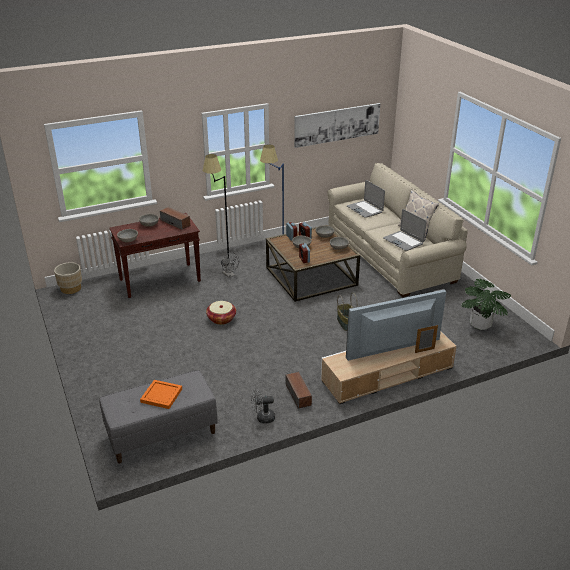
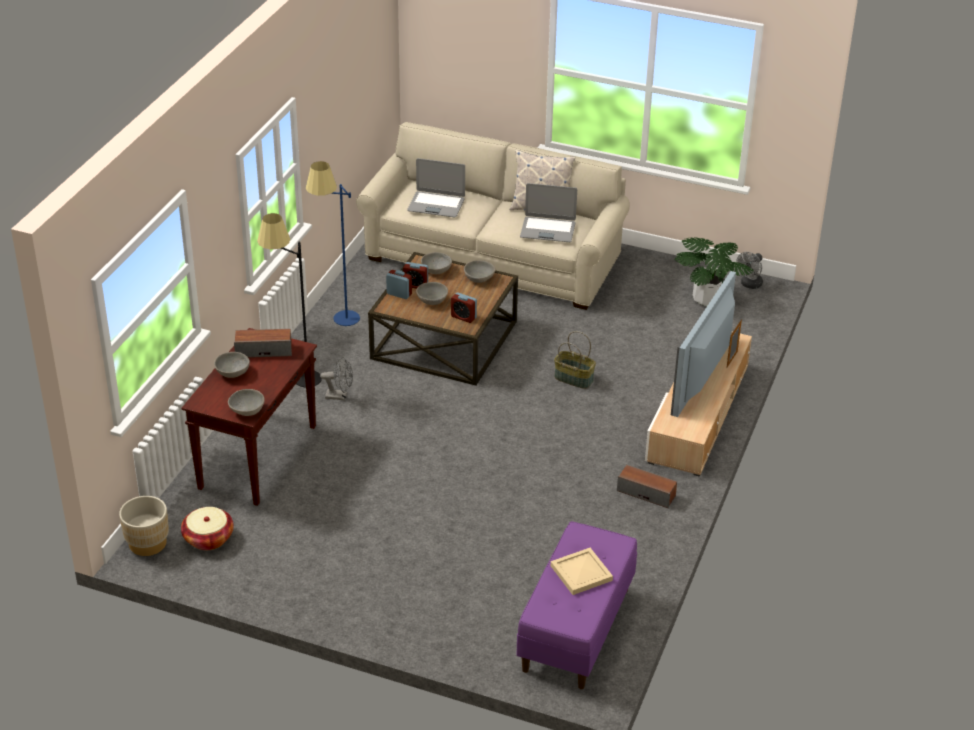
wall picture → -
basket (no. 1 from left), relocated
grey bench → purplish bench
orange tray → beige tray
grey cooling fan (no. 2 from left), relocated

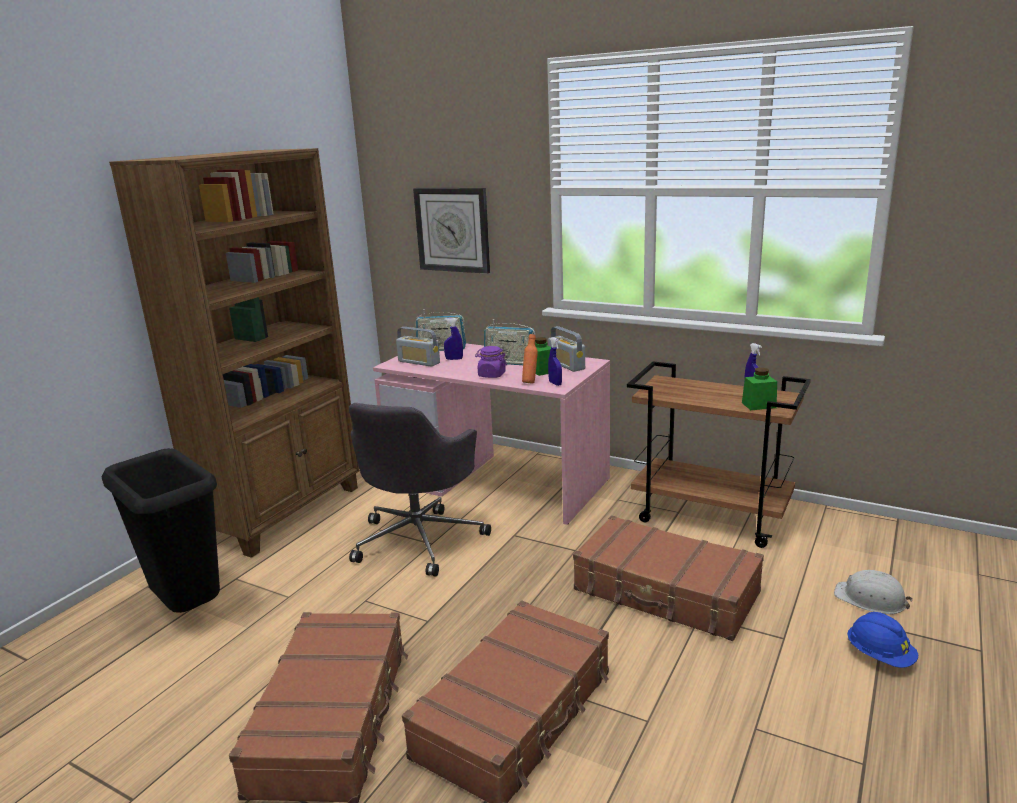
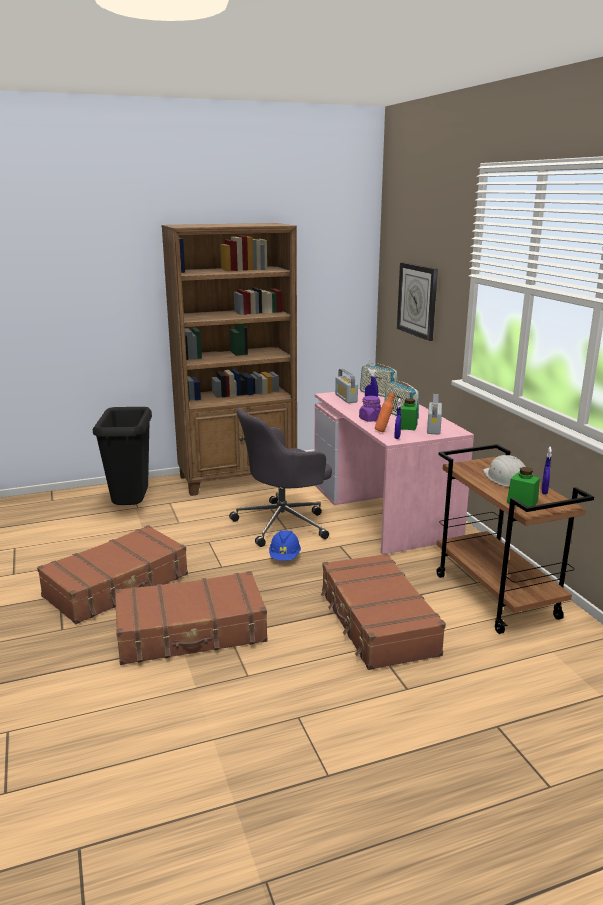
white hard hat, relocated
bluish hard hat, relocated

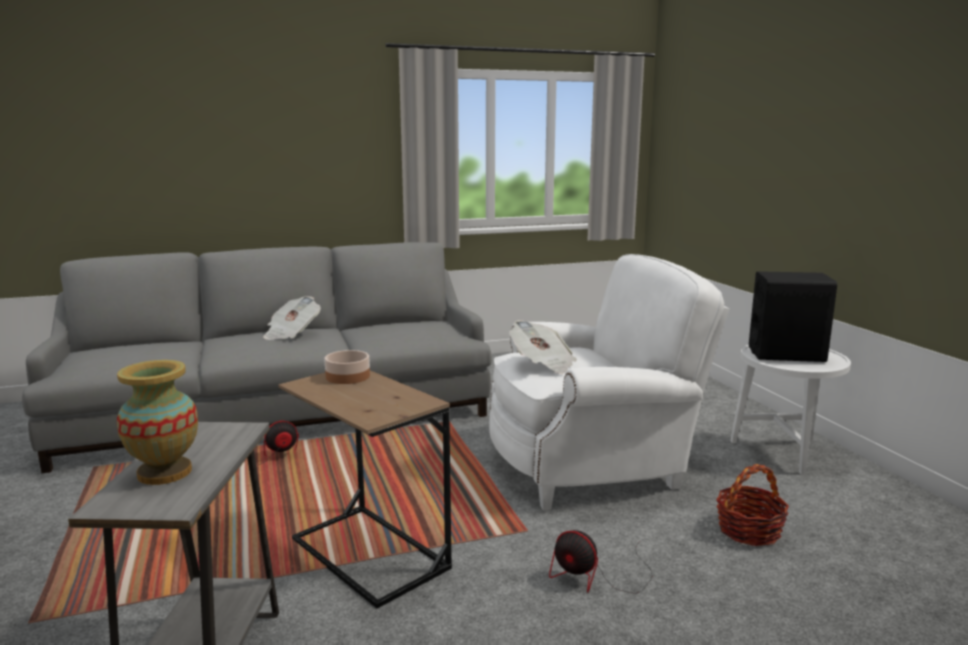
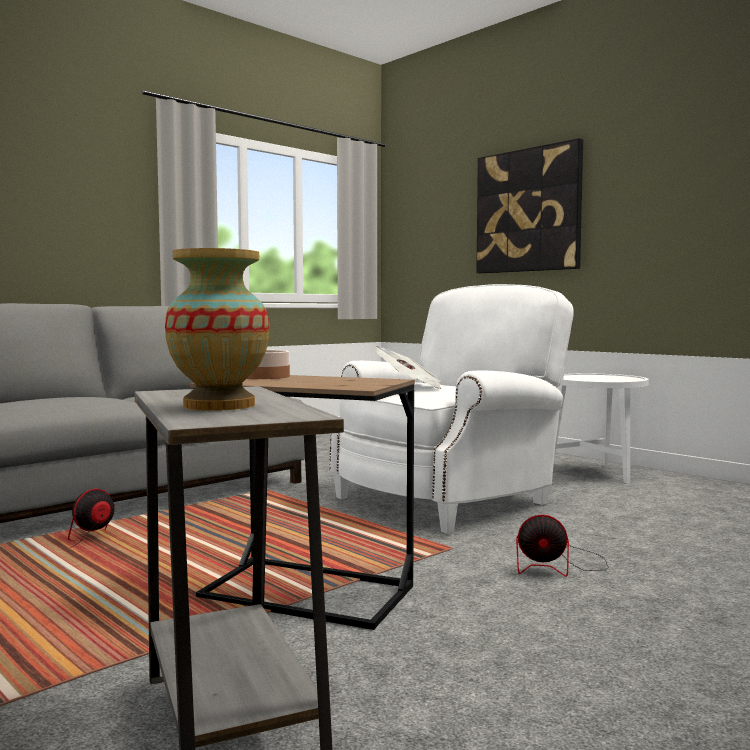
black speaker → -
printed paper (no. 1 from left) → -
basket → -
- → wall picture

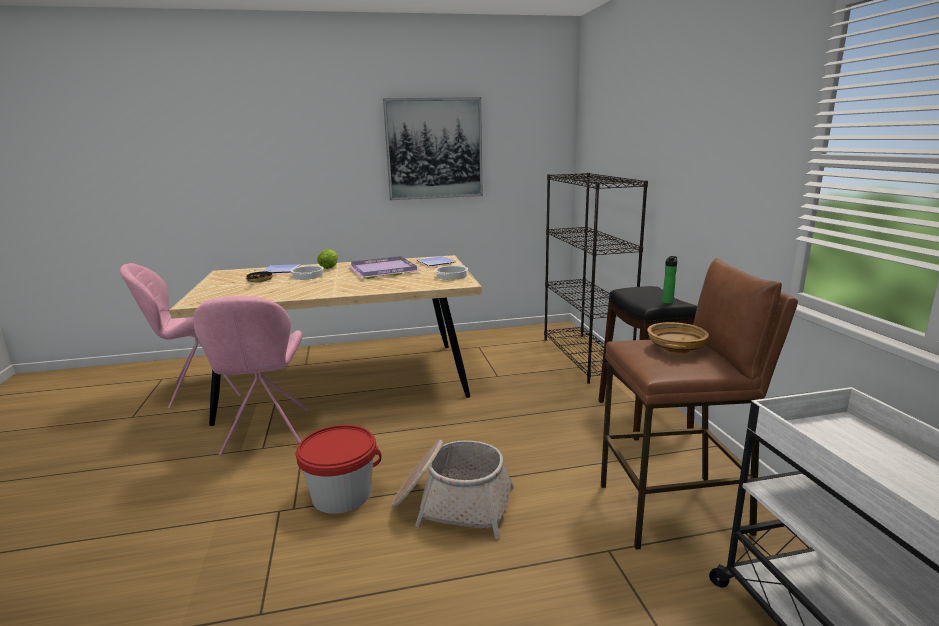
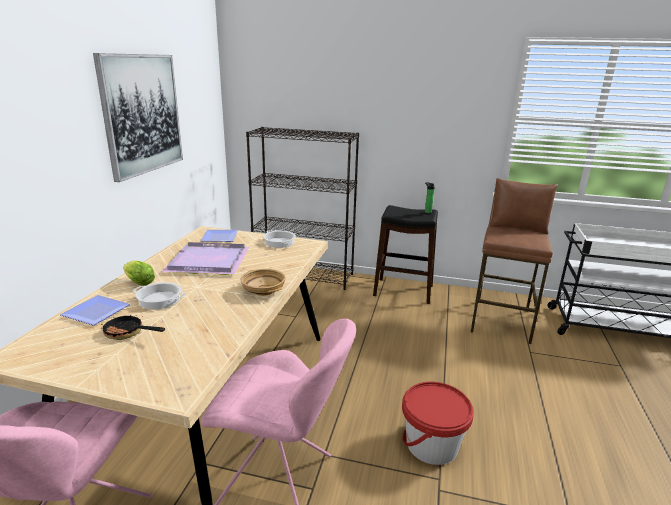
beige serving bowl, relocated
basket → -

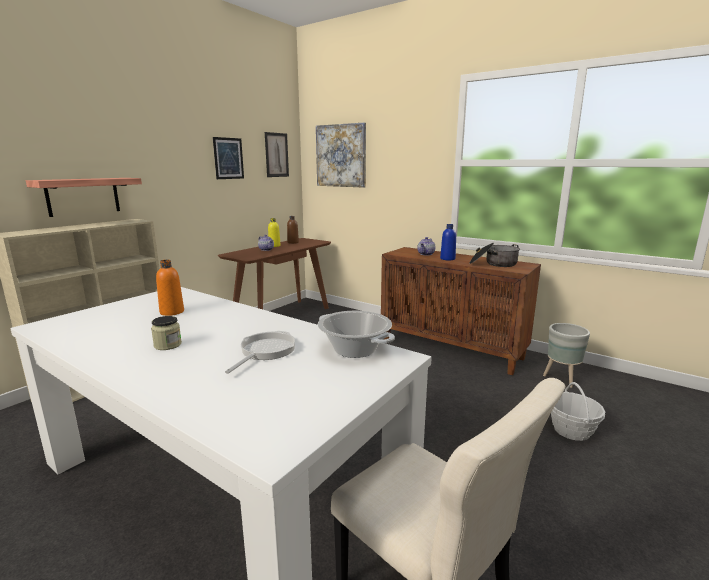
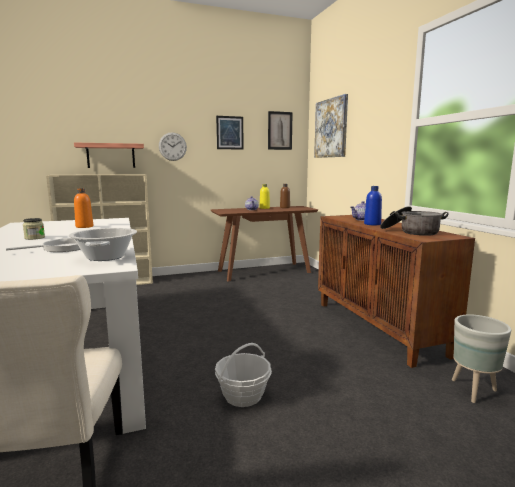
basket, relocated
- → hanging clock

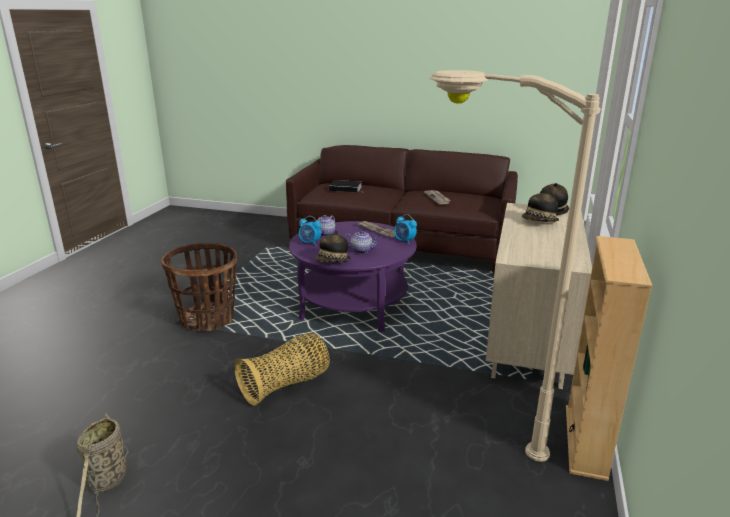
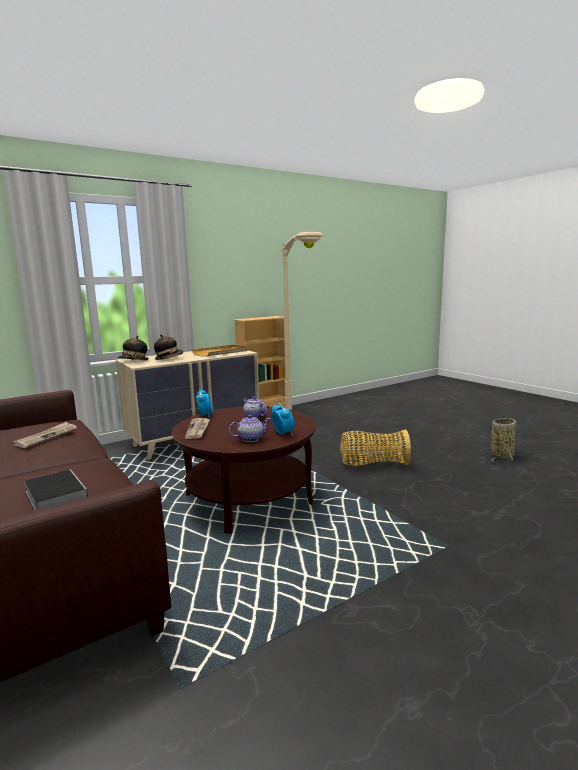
purplish coffee table → brownish coffee table
hat (no. 1 from left) → -
basket (no. 2 from left) → -
- → beige tray

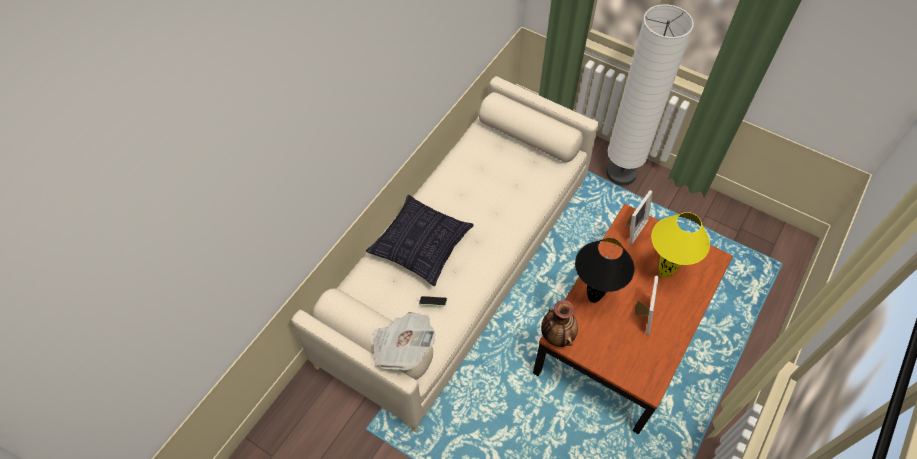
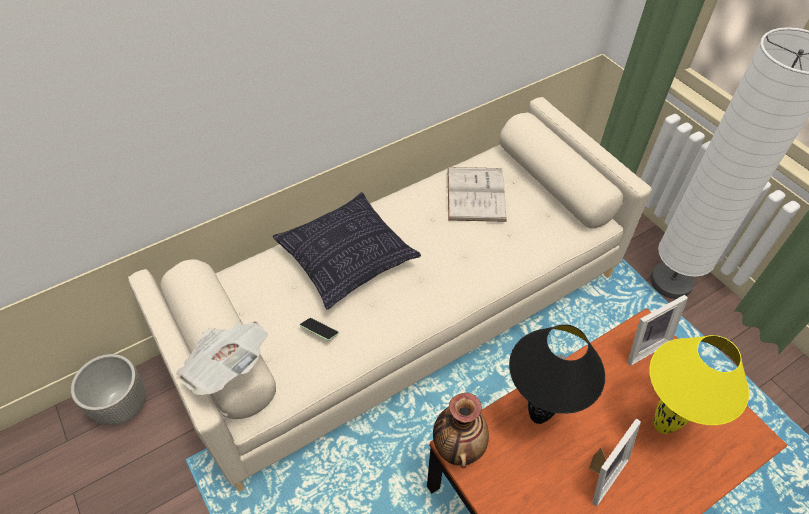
- → white bound book
- → plant pot

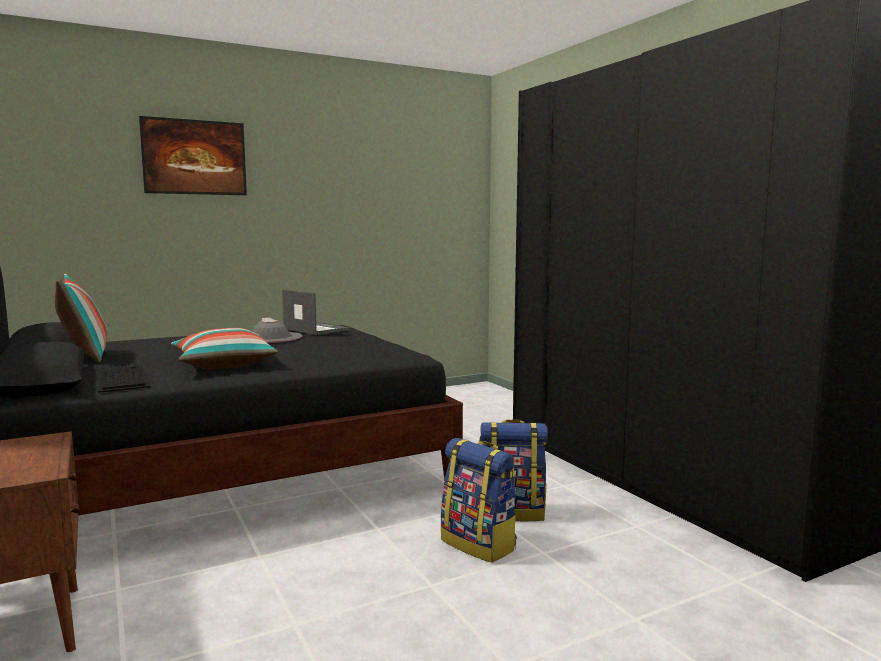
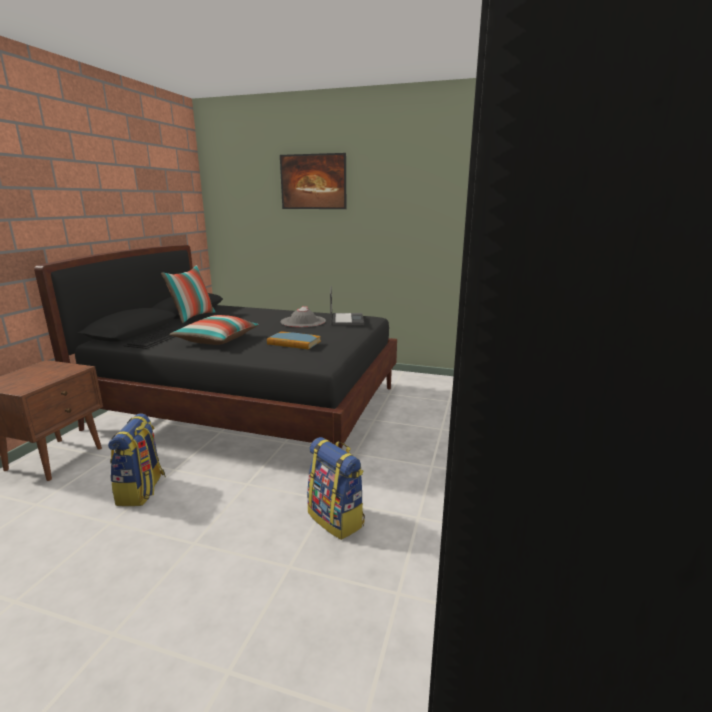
backpack (no. 1 from left), relocated
- → bound book

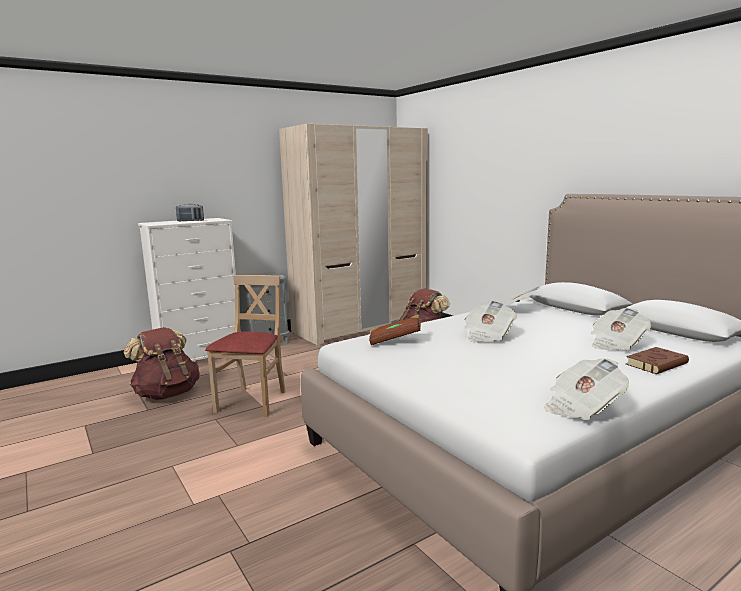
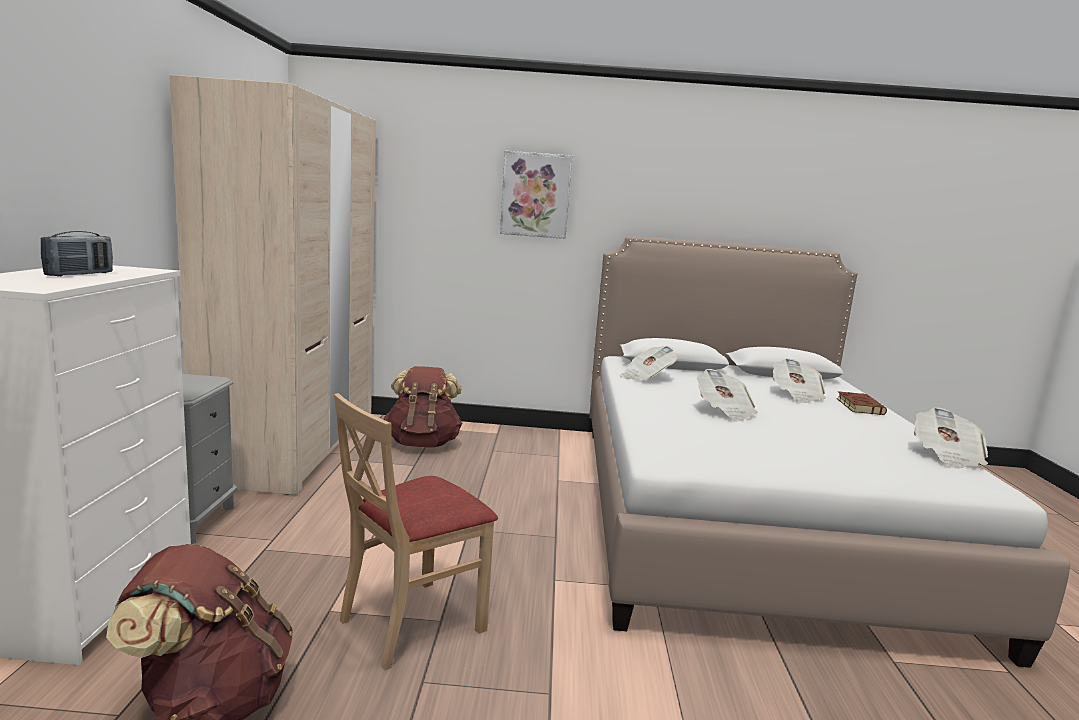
beige upright chair, 90 degrees counterclockwise
brownish bound book (no. 1 from left) → -
- → wall picture

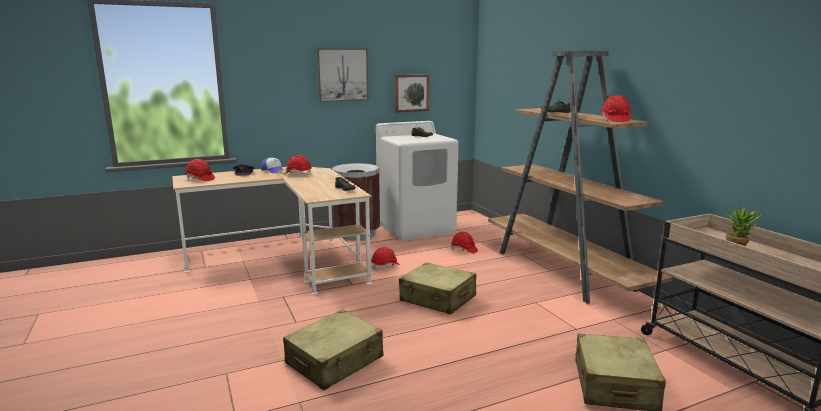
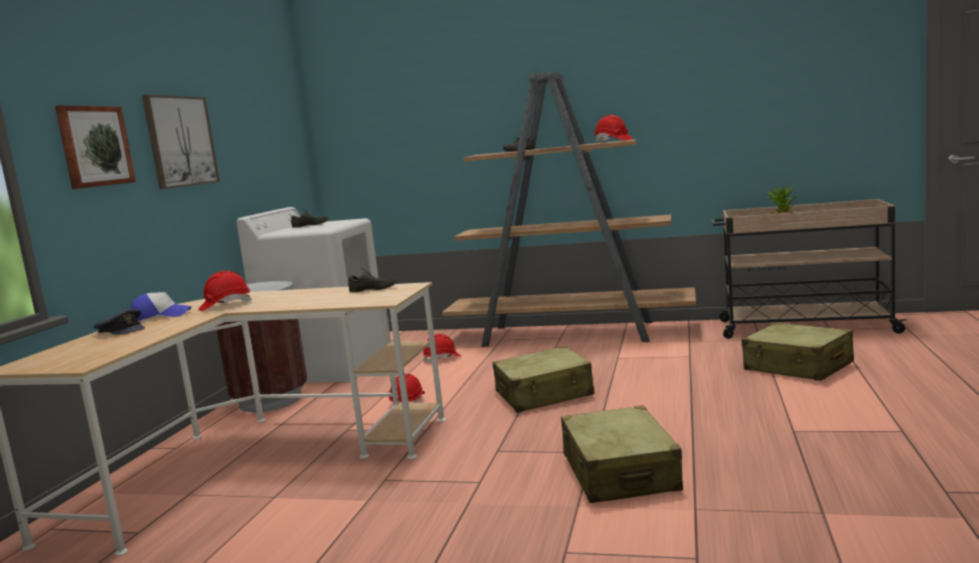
wall picture (no. 2 from left in the first image) → wall picture (no. 1 from left), relocated
reddish hard hat (no. 1 from left) → -

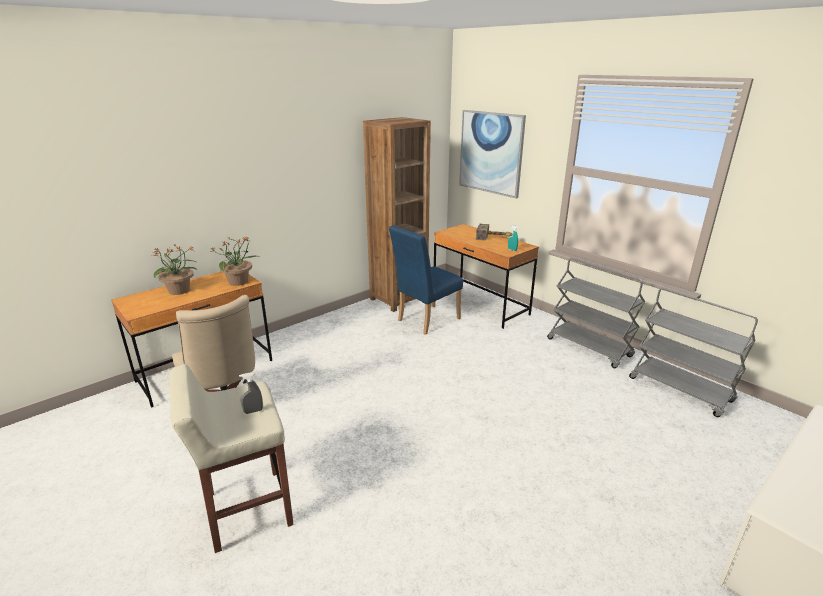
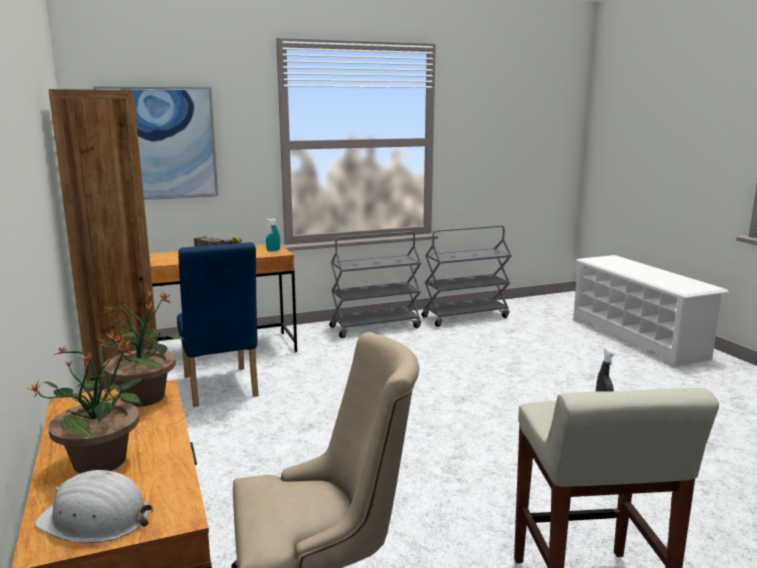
- → white hard hat

